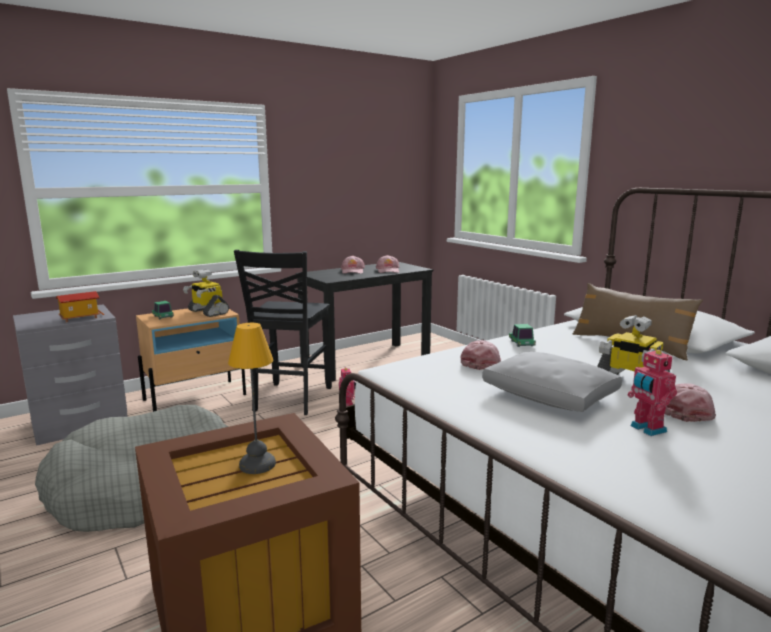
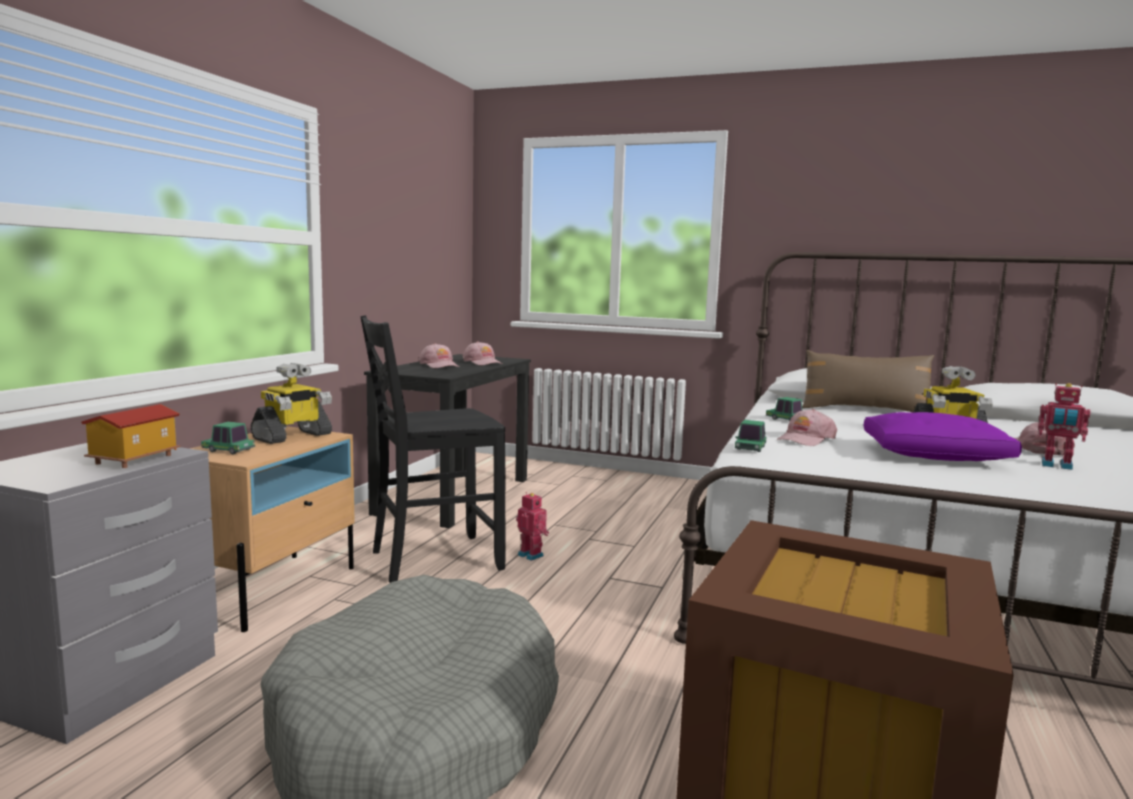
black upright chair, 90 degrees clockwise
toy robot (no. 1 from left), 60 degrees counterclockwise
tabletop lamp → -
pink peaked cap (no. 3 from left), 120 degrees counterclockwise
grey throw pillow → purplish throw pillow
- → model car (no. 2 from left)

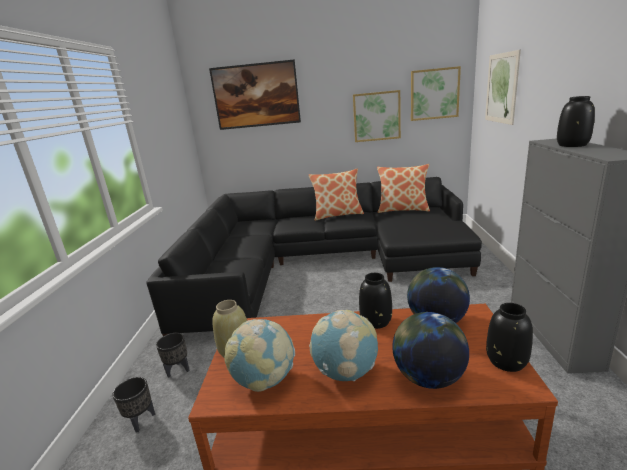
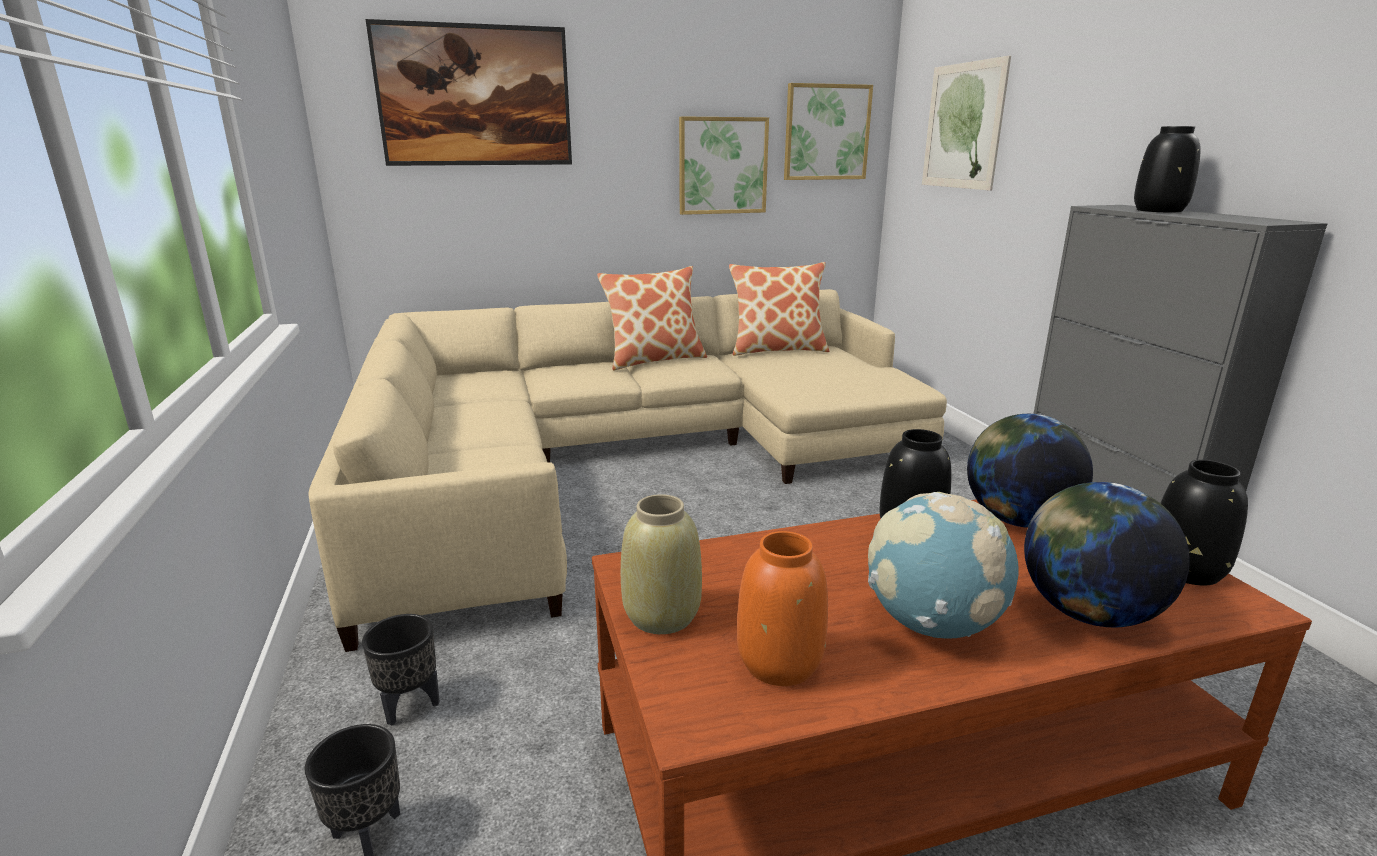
black settee → beige settee
globe (no. 1 from left) → orange flower vase

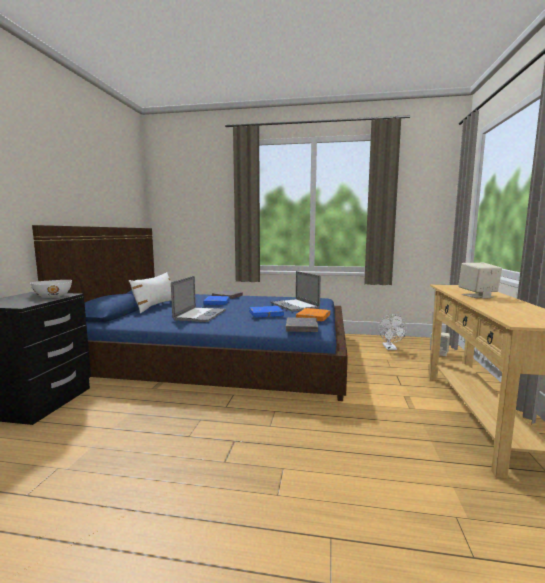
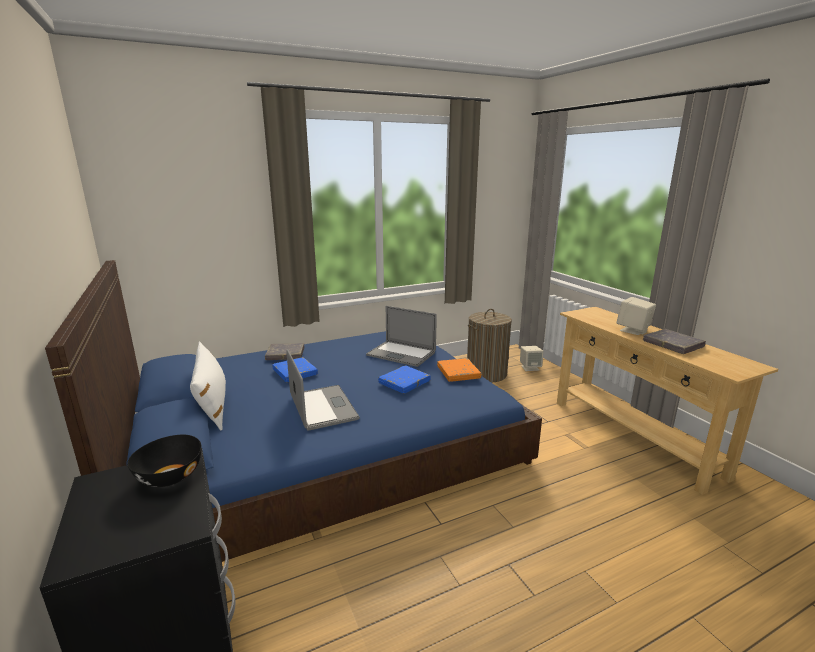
white serving bowl → black serving bowl
white cooling fan → washing basket
grey bound book (no. 2 from left), relocated

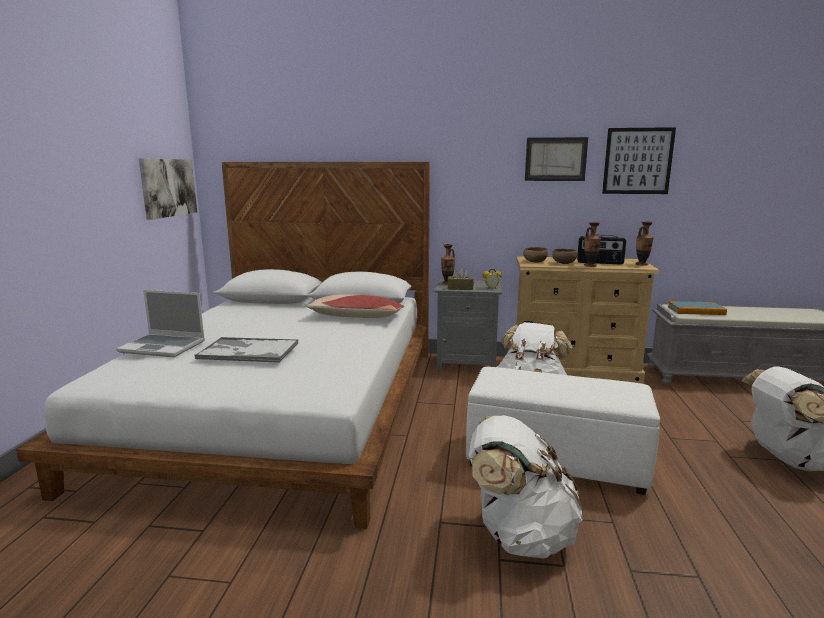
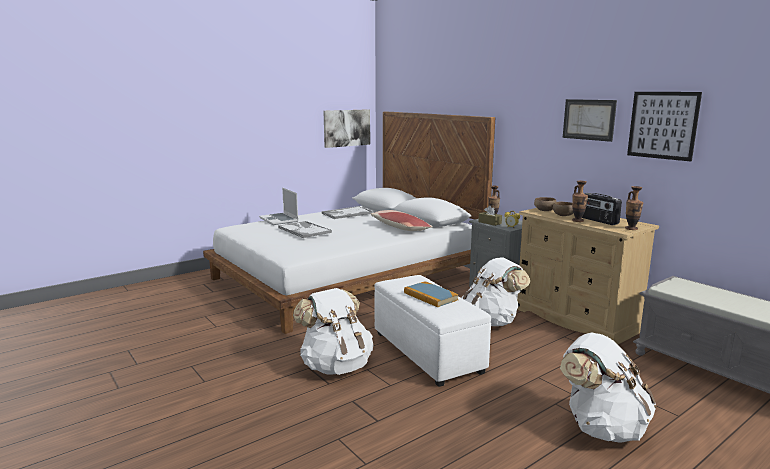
bound book, relocated
- → tray (no. 2 from left)

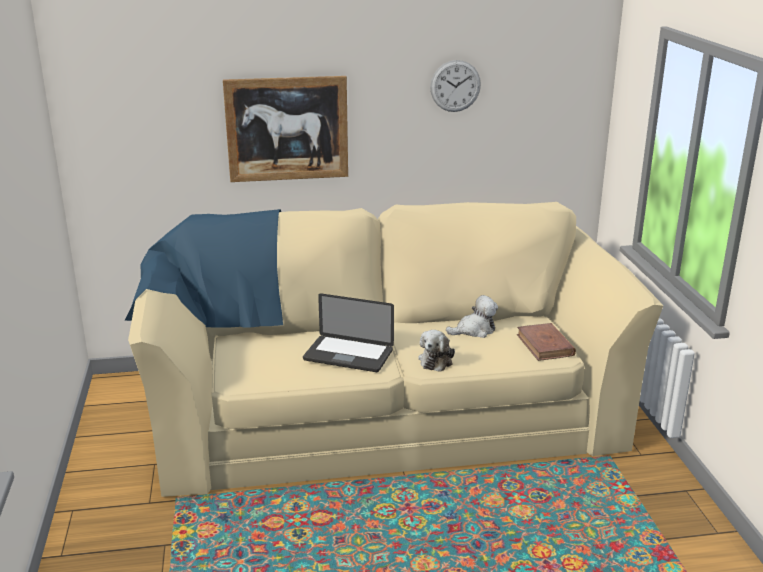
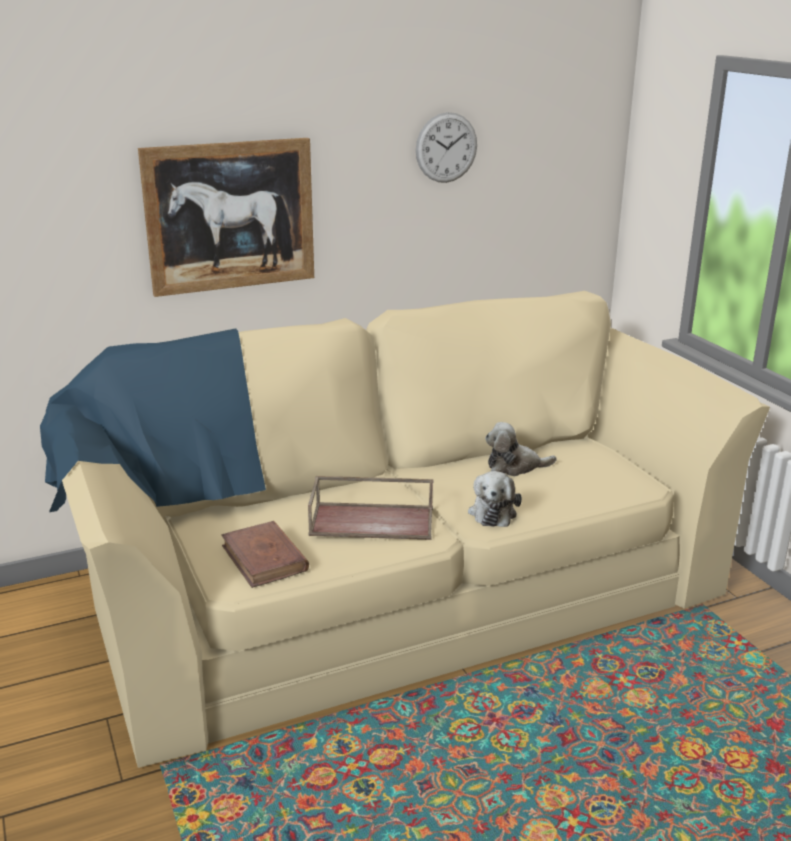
notebook computer → brownish tray
cuddly toy (no. 2 from left), 150 degrees counterclockwise
brownish bound book, relocated

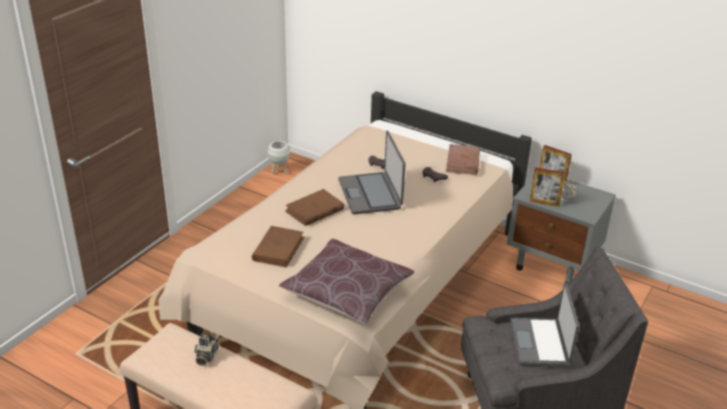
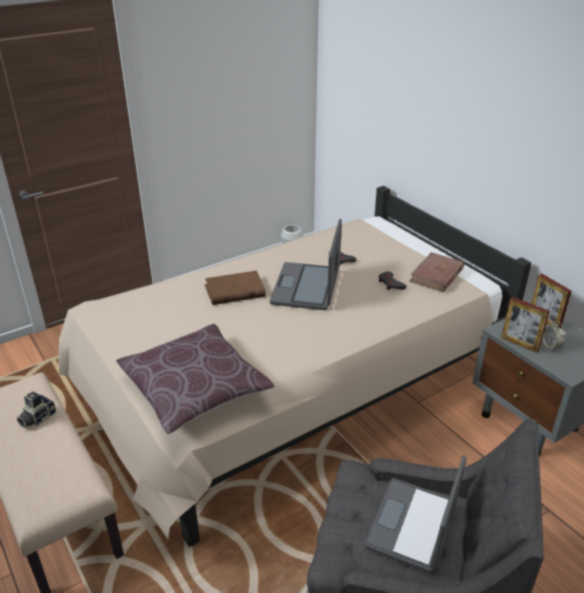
brownish bound book (no. 1 from left) → -

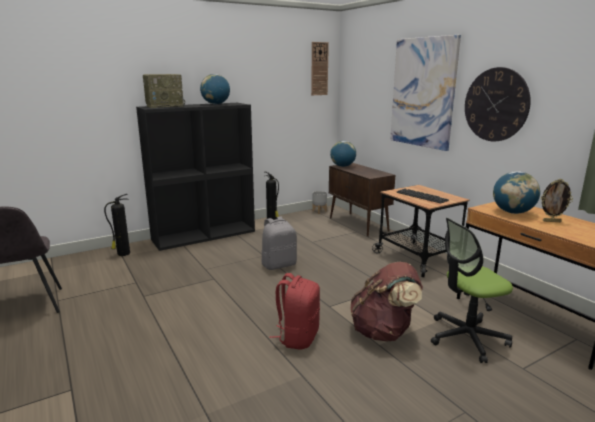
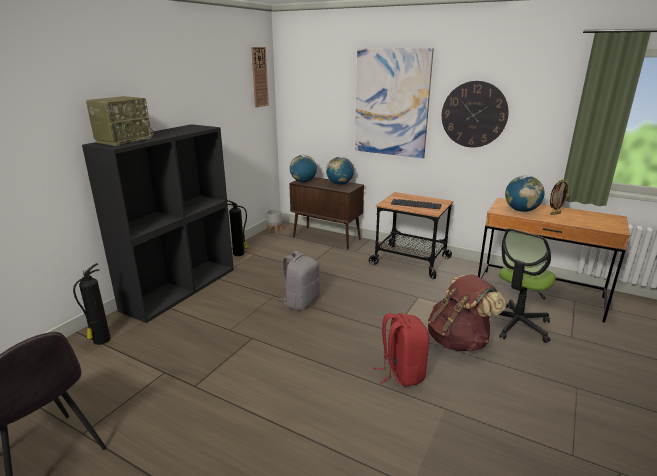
globe (no. 1 from left in the first image) → globe (no. 2 from left), relocated

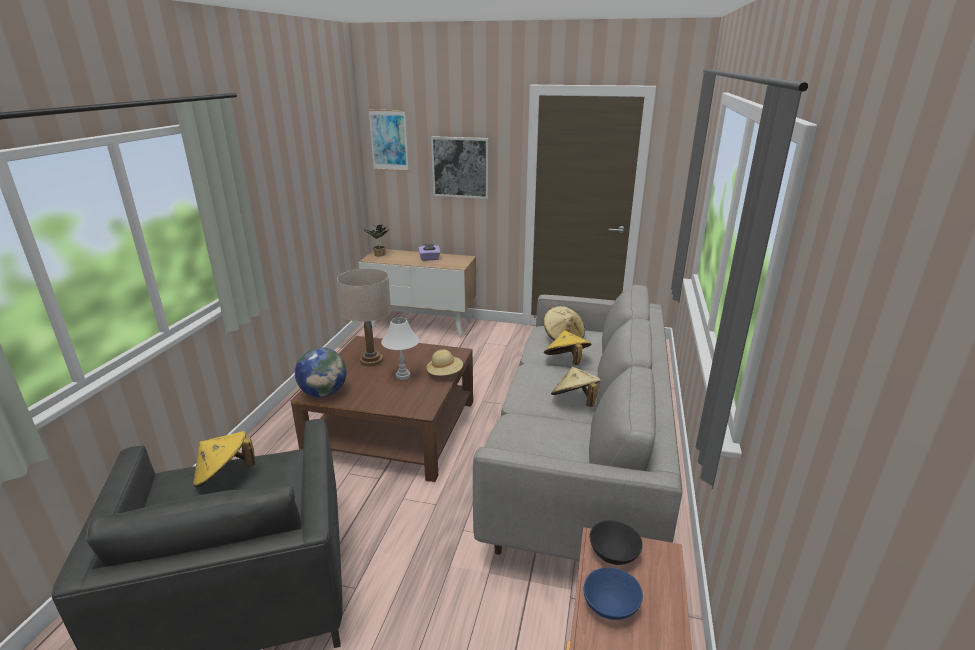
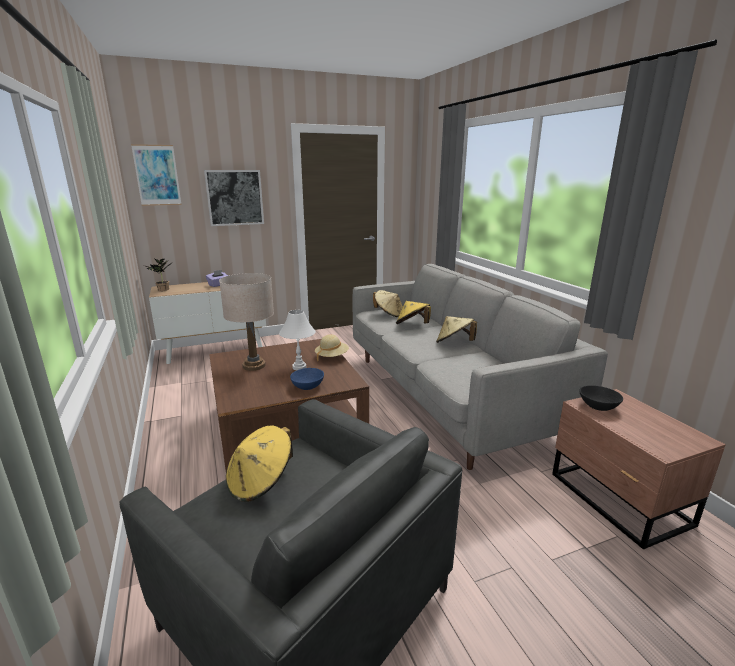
globe → -
bluish serving bowl, relocated

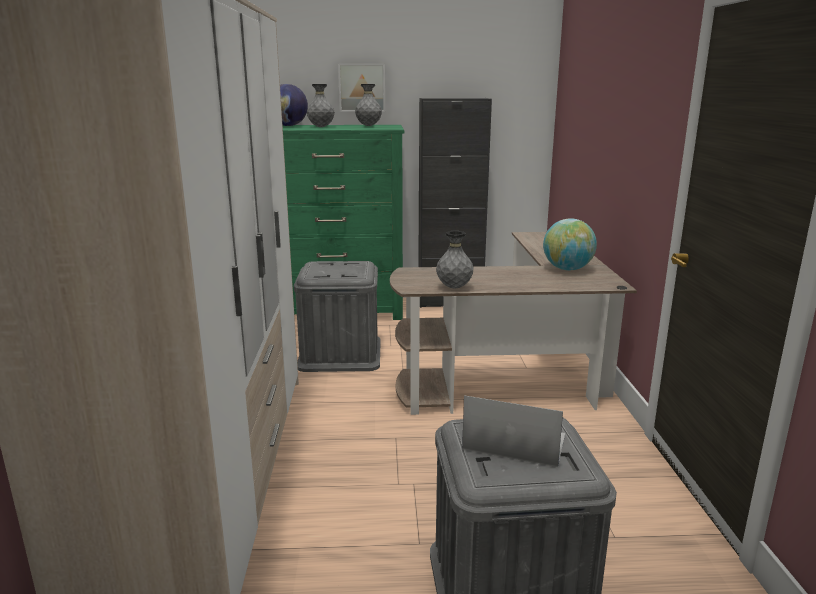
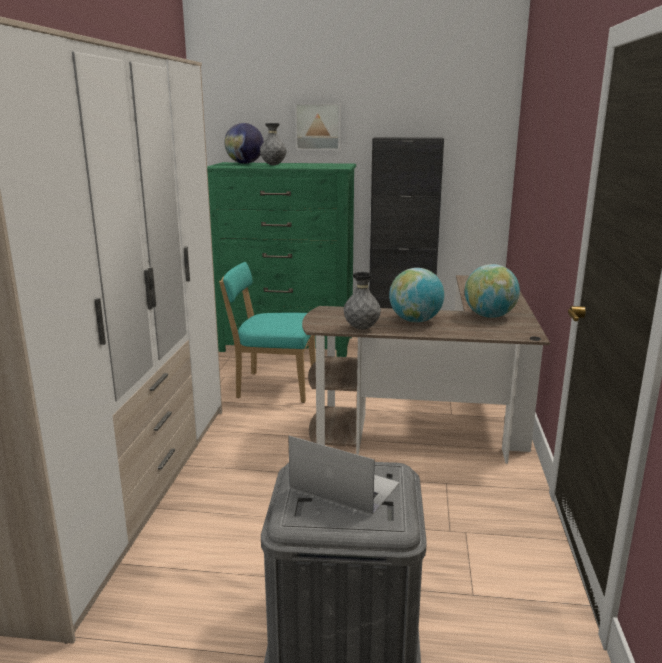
grey flower vase (no. 2 from left) → -
grey storage bin (no. 1 from left) → turquoise upright chair
- → globe (no. 2 from left)

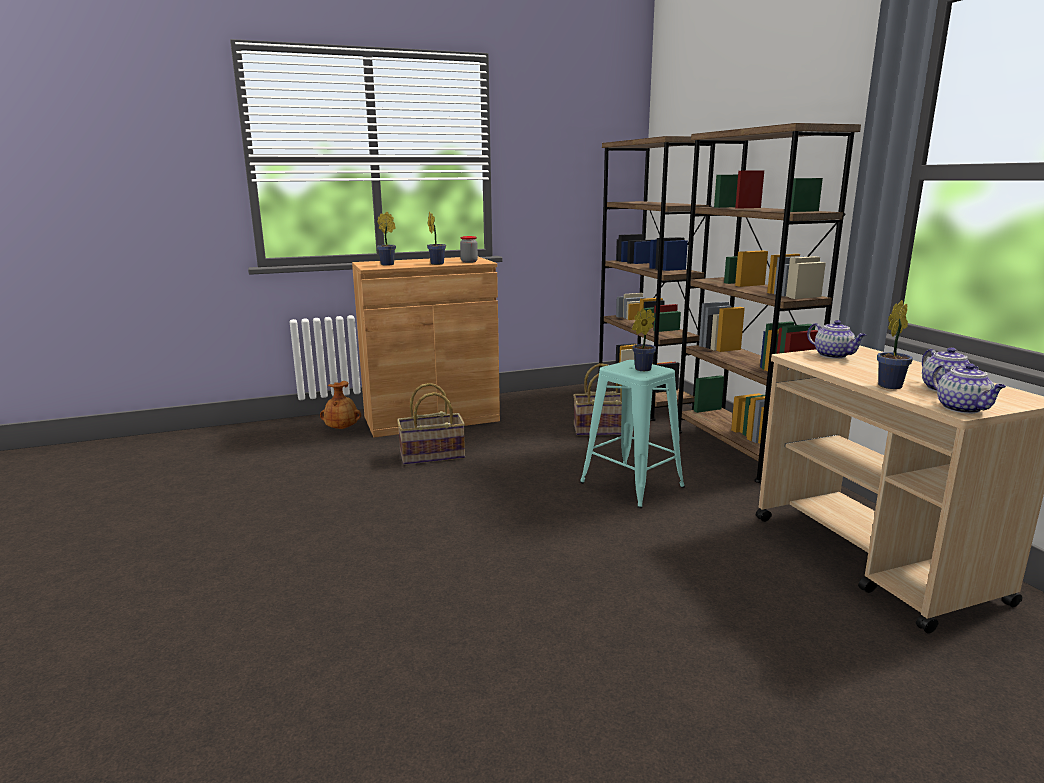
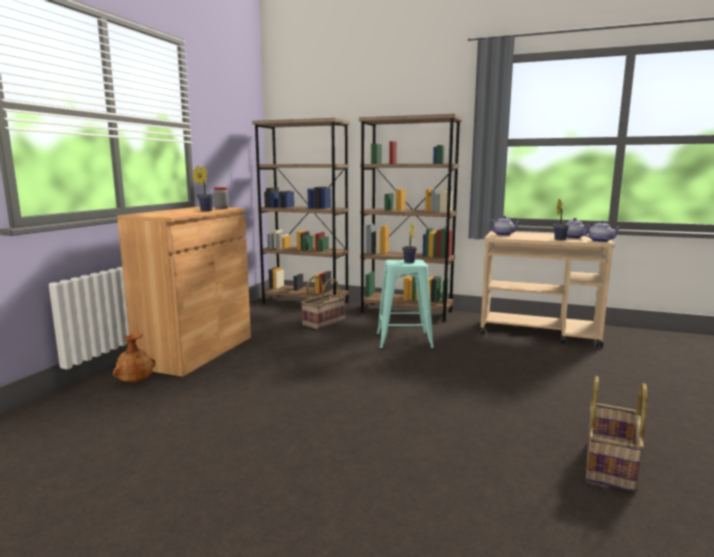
potted plant (no. 1 from left) → -
basket (no. 1 from left in the first image) → basket (no. 2 from left), relocated

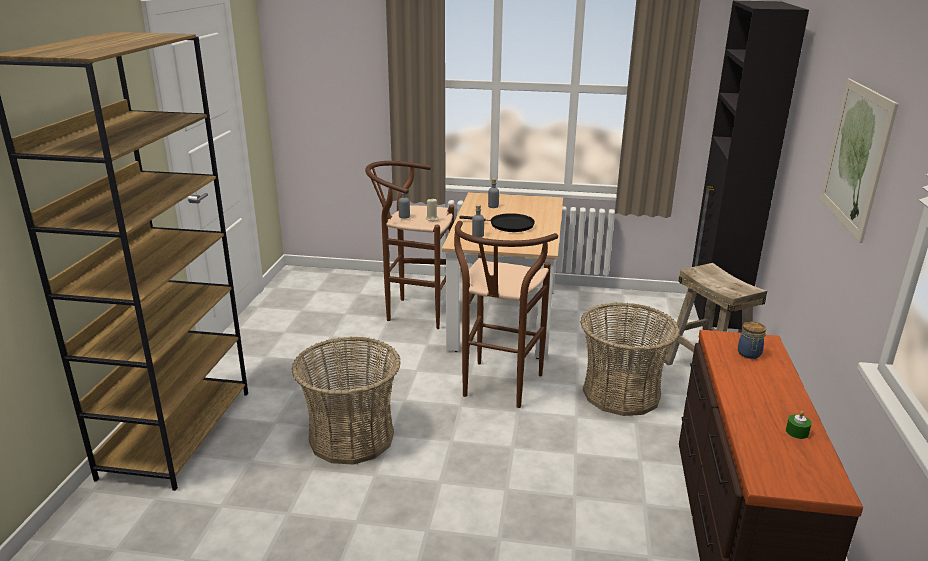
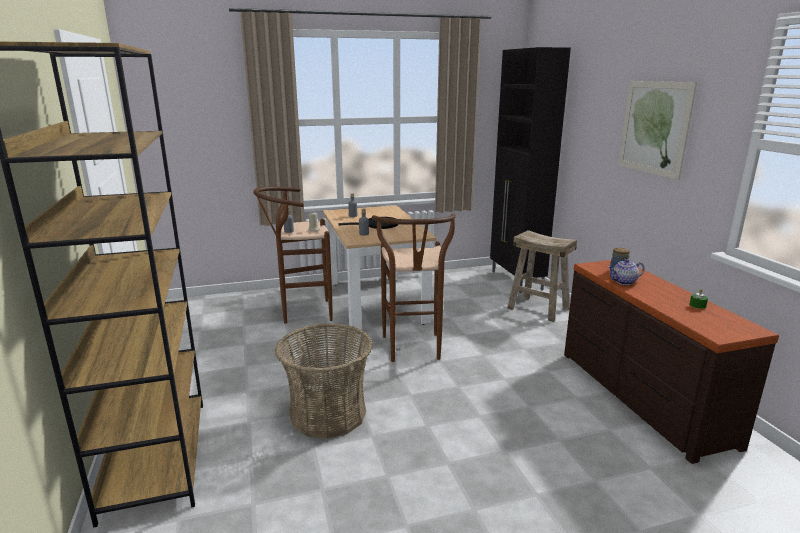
basket (no. 2 from left) → -
- → teapot

